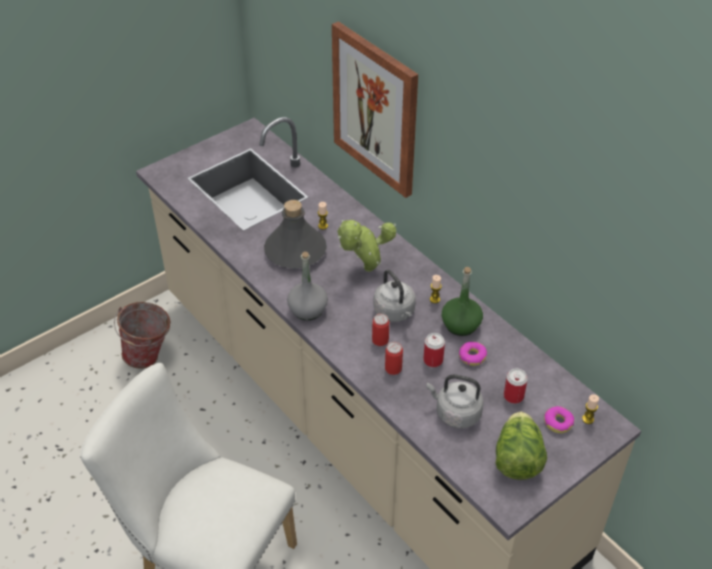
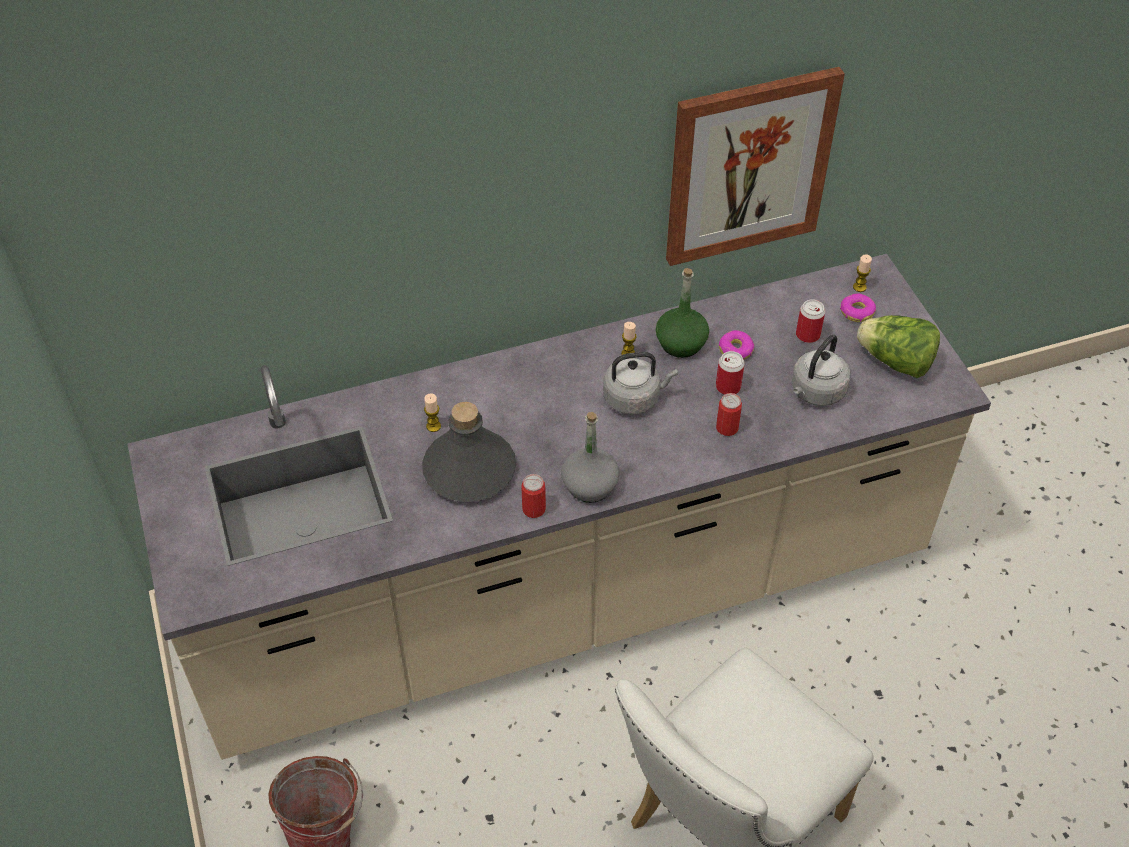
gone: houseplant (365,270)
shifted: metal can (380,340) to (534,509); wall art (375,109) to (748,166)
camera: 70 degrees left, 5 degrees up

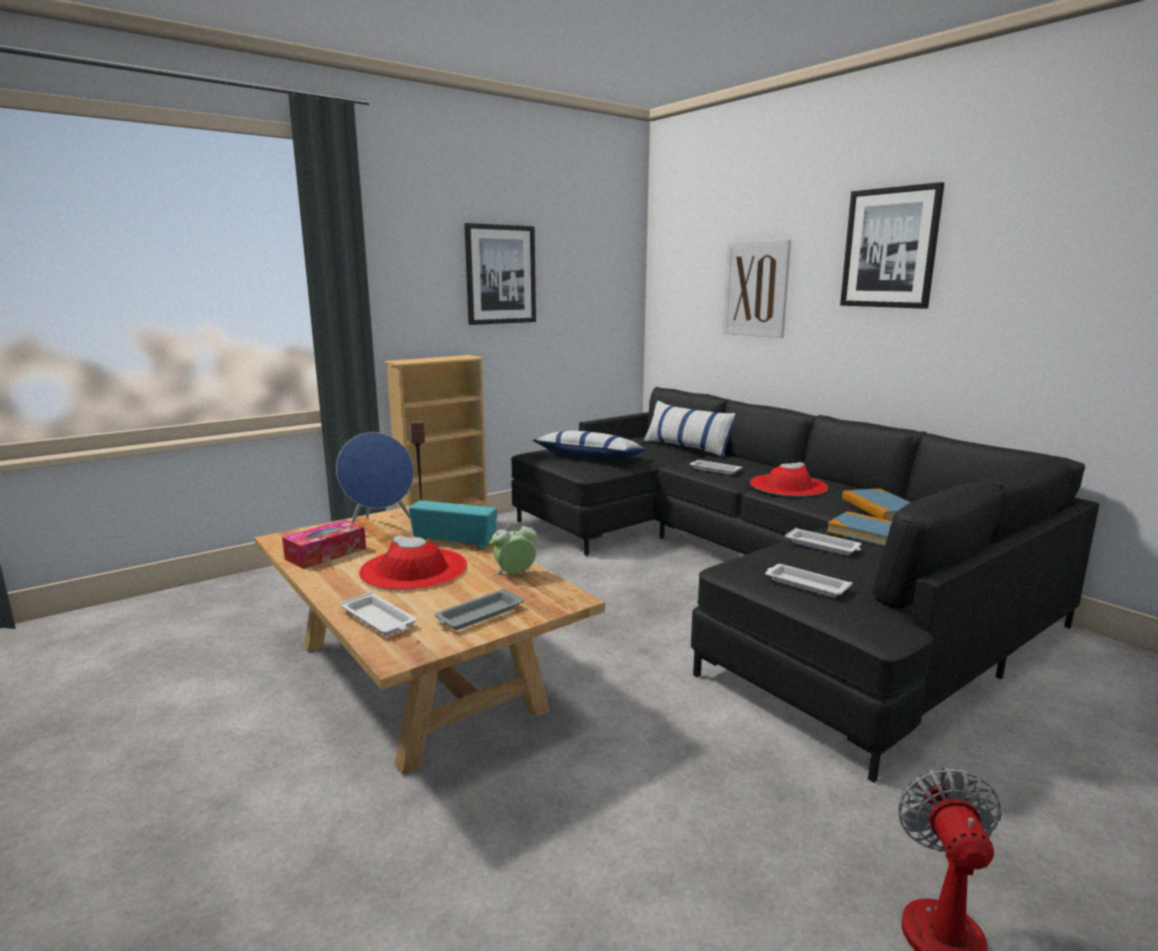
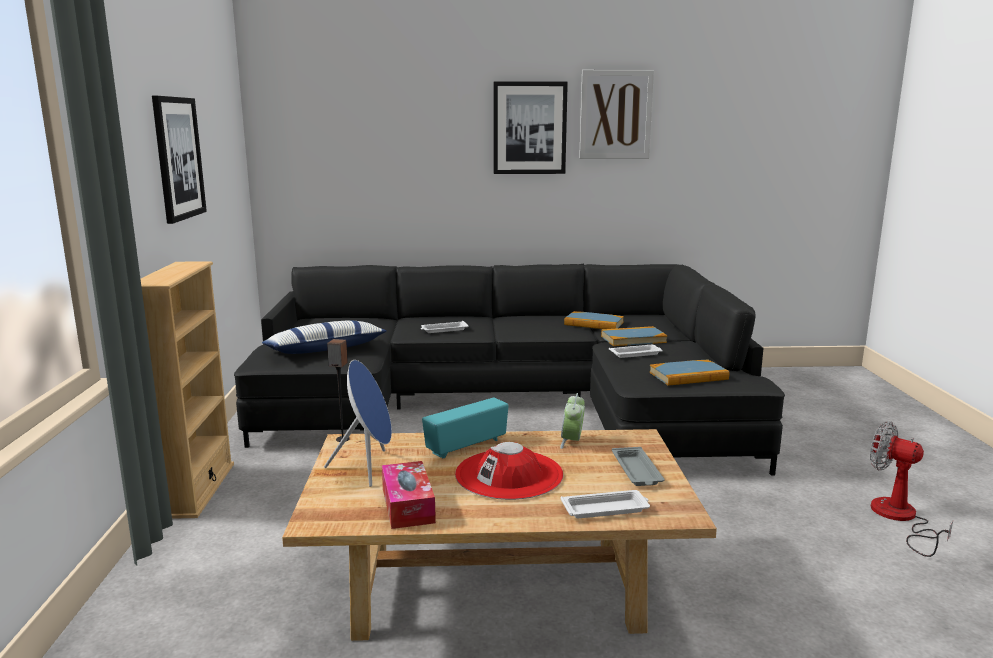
gone: pillow (687,448); red clothing hat (788,486)
shifted: wall art (755,289) to (615,115)
swapped: white-coloured carrying tray (805,584) to bound book (688,376)
camera: 55 degrees left, 0 degrees up

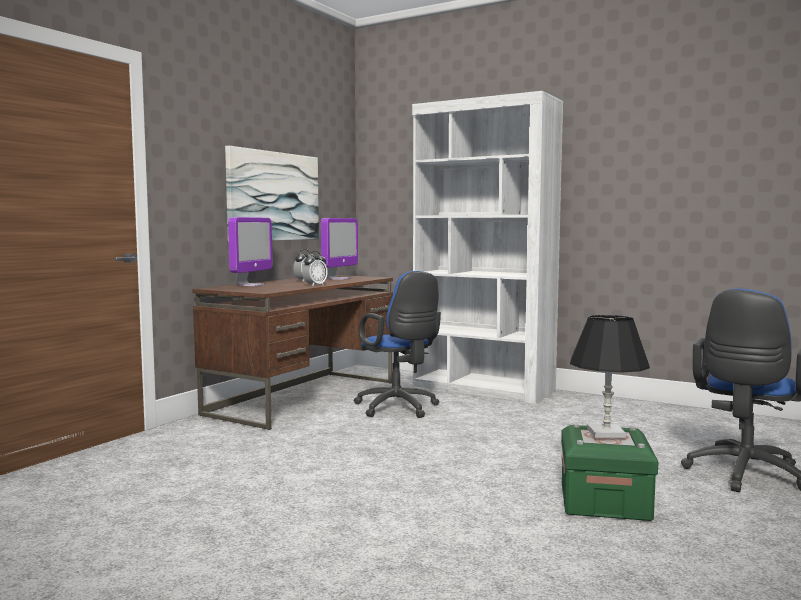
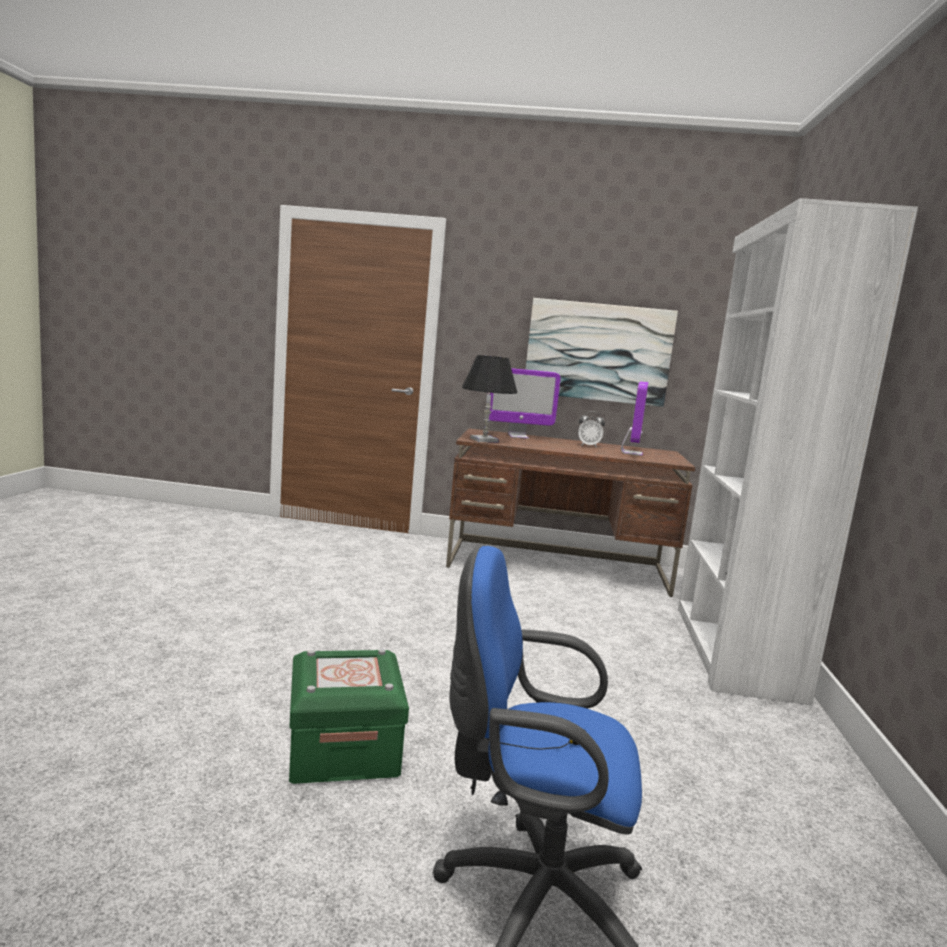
gone: table clock (315,285); bluish office chair (399,409)
shifted: black lamp for a table (606,433) to (484,440)
rotated: computer screen (339,279) = (631,453) 75 degrees counterclockwise
camera: 65 degrees right, 5 degrees up

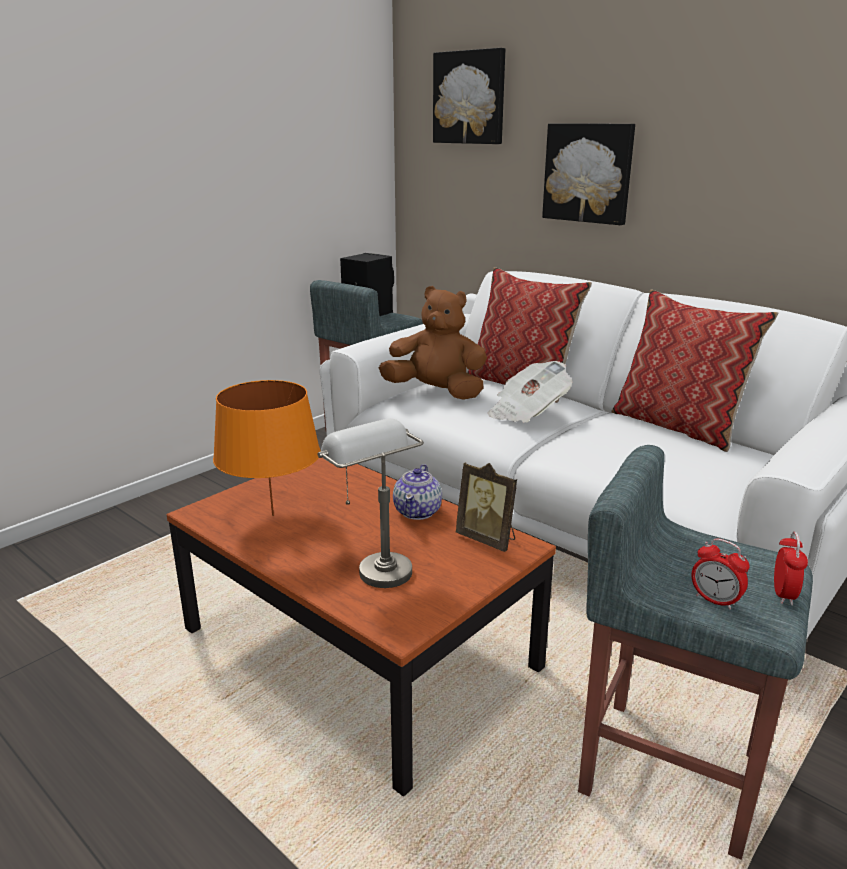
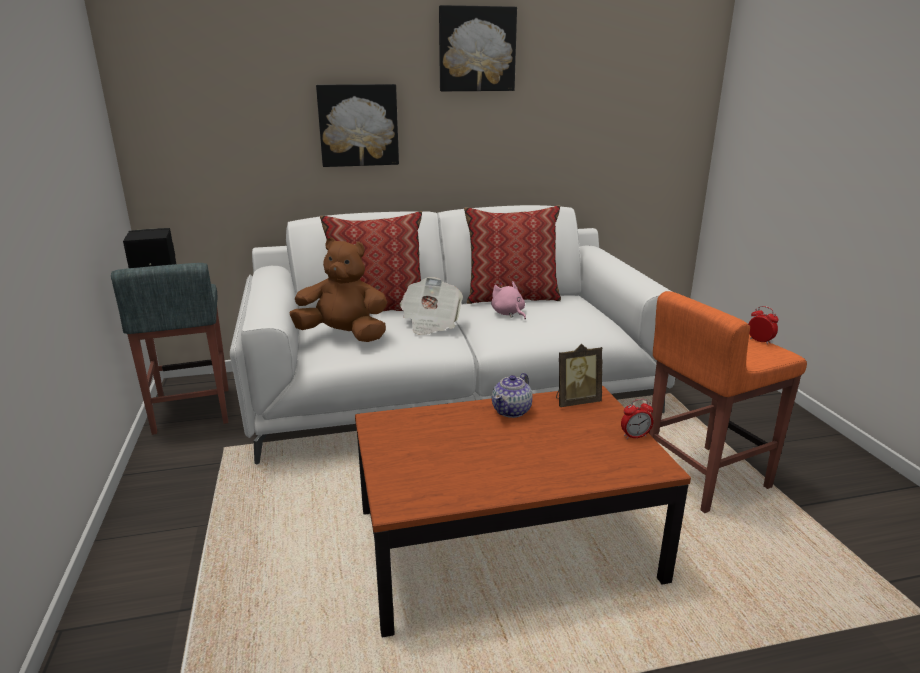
gone: orangey lamp for a table (273,515); greyish lamp for a table (374,564)
new: pinkish plush toy (508,313)
shifted: wall art (470,98) to (476,49); table clock (715,600) to (635,436)
repainted: greyish stool (667,771) to orangey stool (704,478)
rotated: brown plush toy (436,392) = (343,335) 45 degrees clockwise; pot for tea (418,511) = (512,411) 75 degrees clockwise
camera: 55 degrees left, 0 degrees up

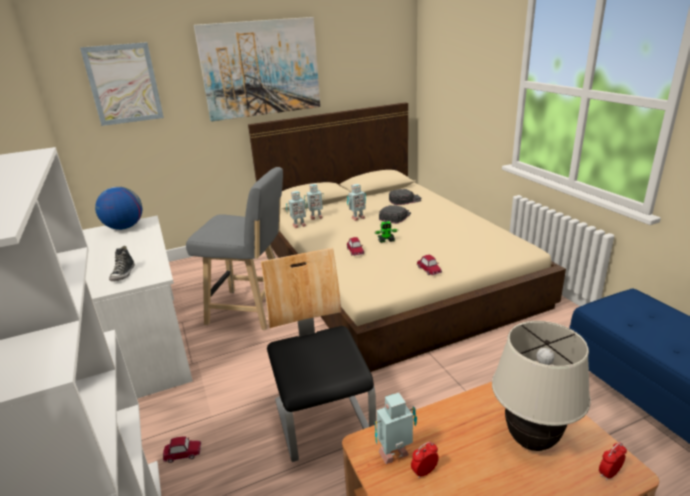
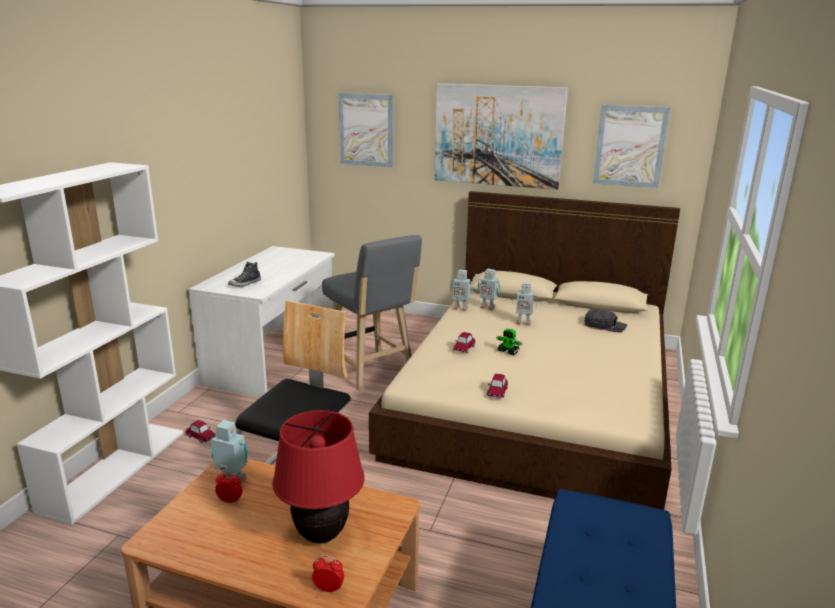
gone: desk globe (124,227); black baseball cap (395,216)
new: wall art (630,146)
repainted: sand-coloured lamp for a table (531,441) to red lamp for a table (321,535)
camera: 40 degrees right, 5 degrees down

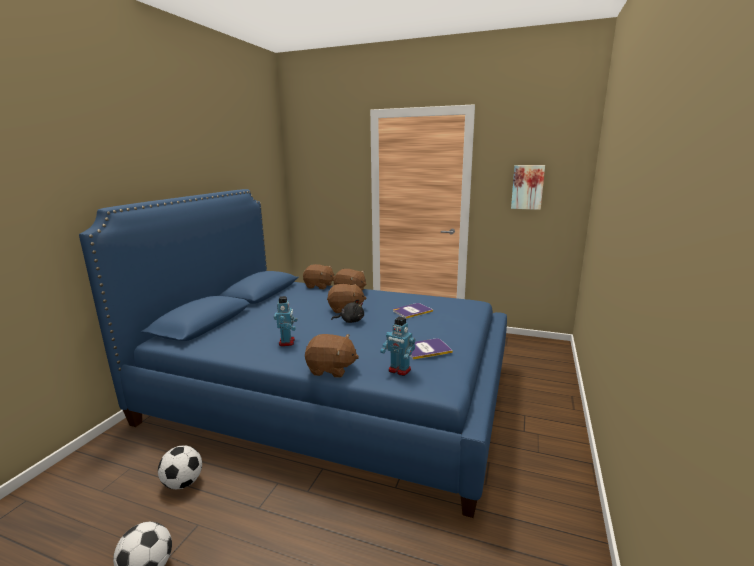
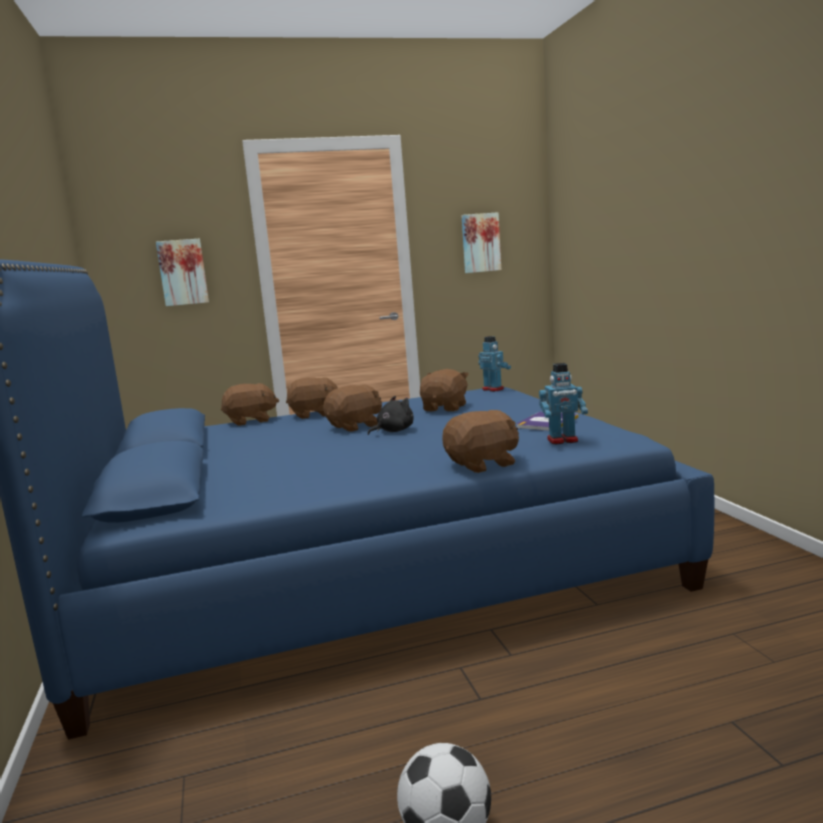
gone: football (183,483)
new: wall art (183,272)
shifted: model robot (287,342) to (493,389)
swapped: bound book (412,311) to brown plush toy (445,408)
camera: 35 degrees left, 5 degrees down

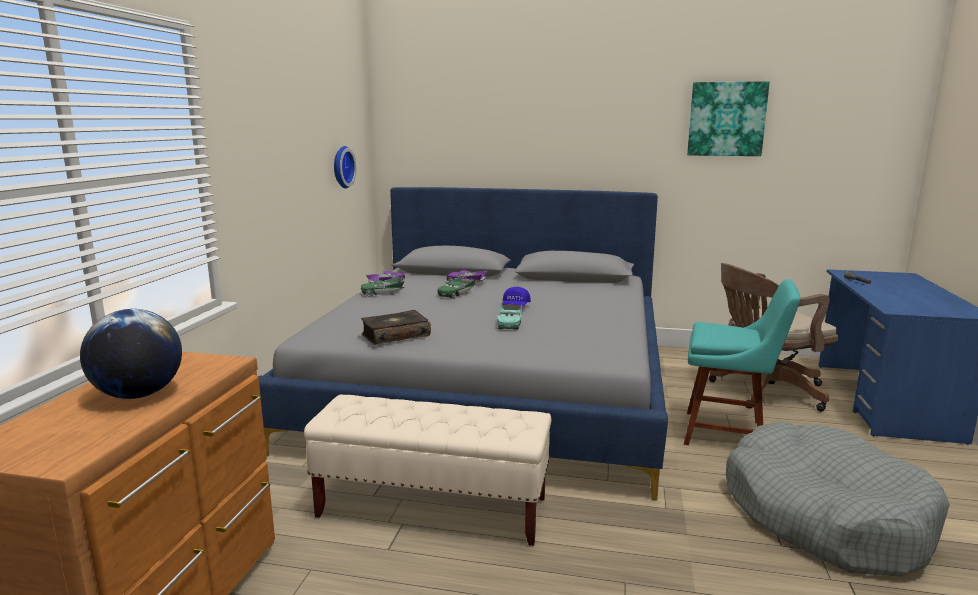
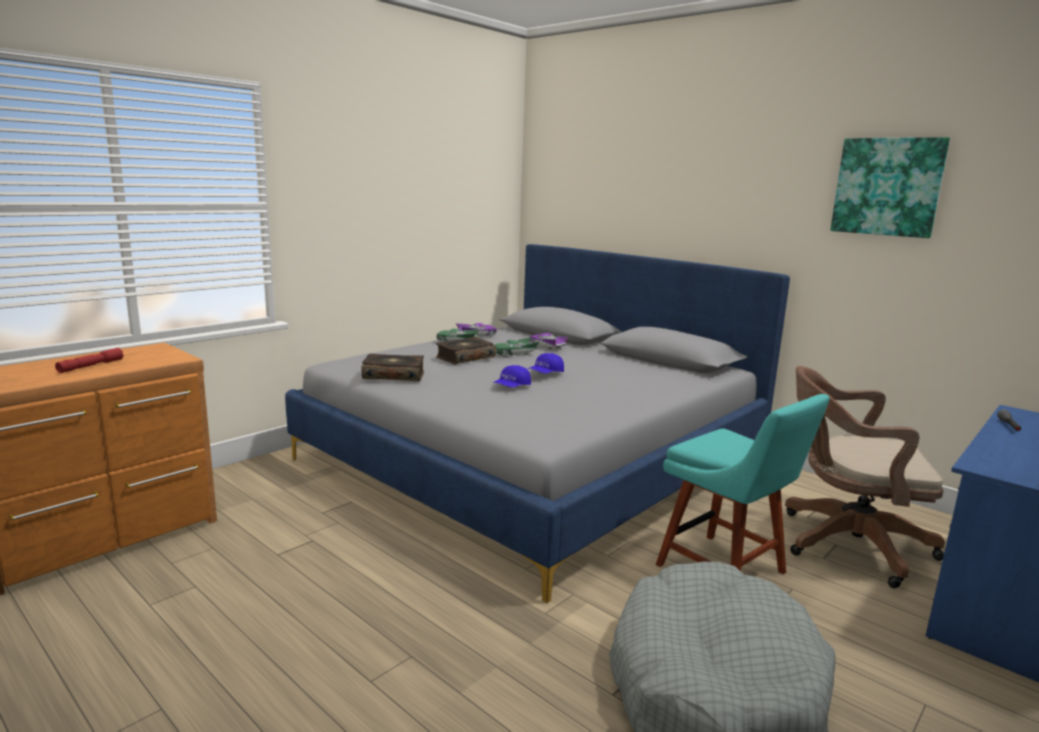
gone: sand-coloured indoor bench (433,508); hanging clock (341,167)
new: bound book (464,358)
swapped: desk globe (139,395) to red hand torch (91,366); turquoise miniature car (509,323) to bluish baseball cap (512,387)
camera: 30 degrees right, 0 degrees up

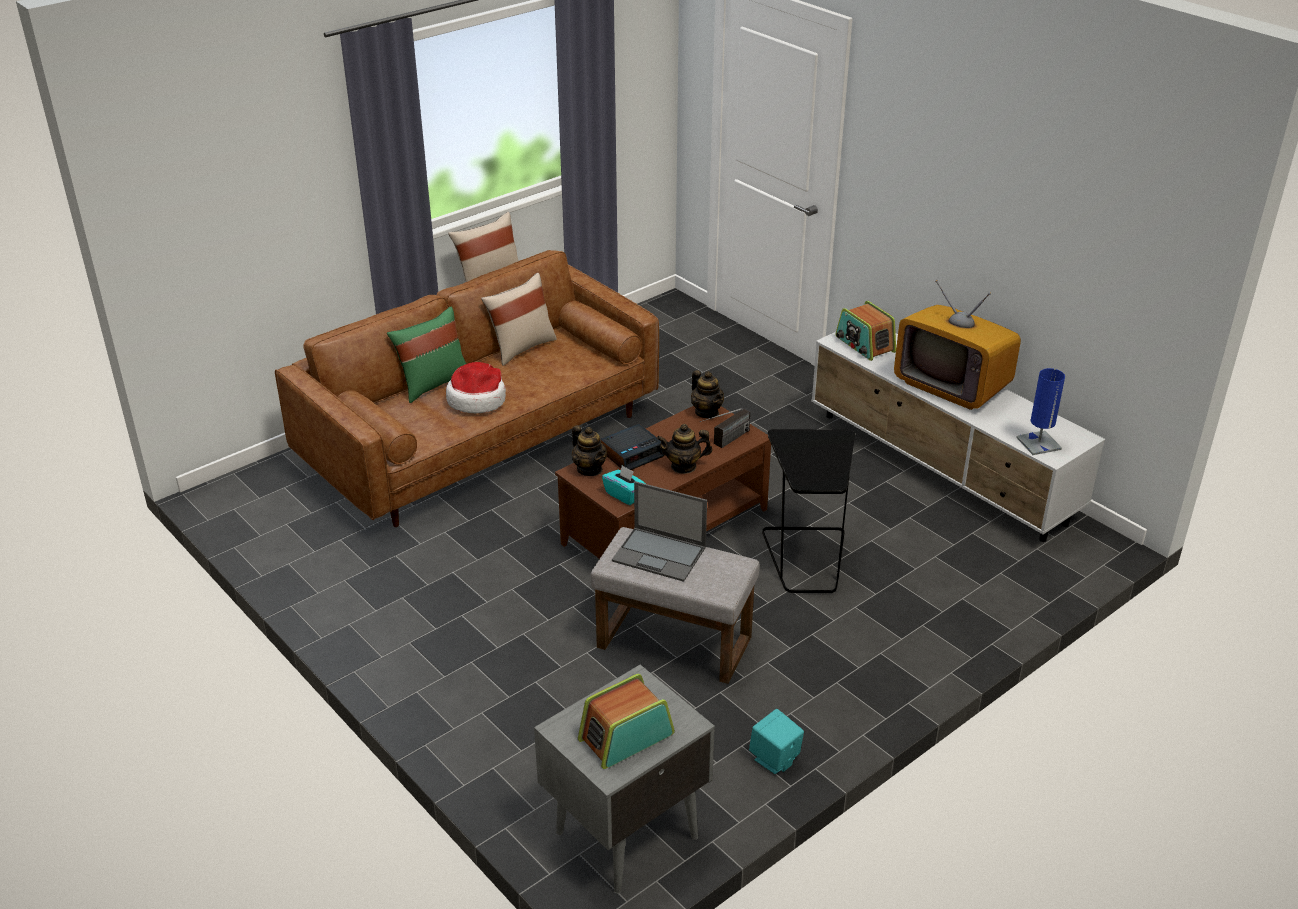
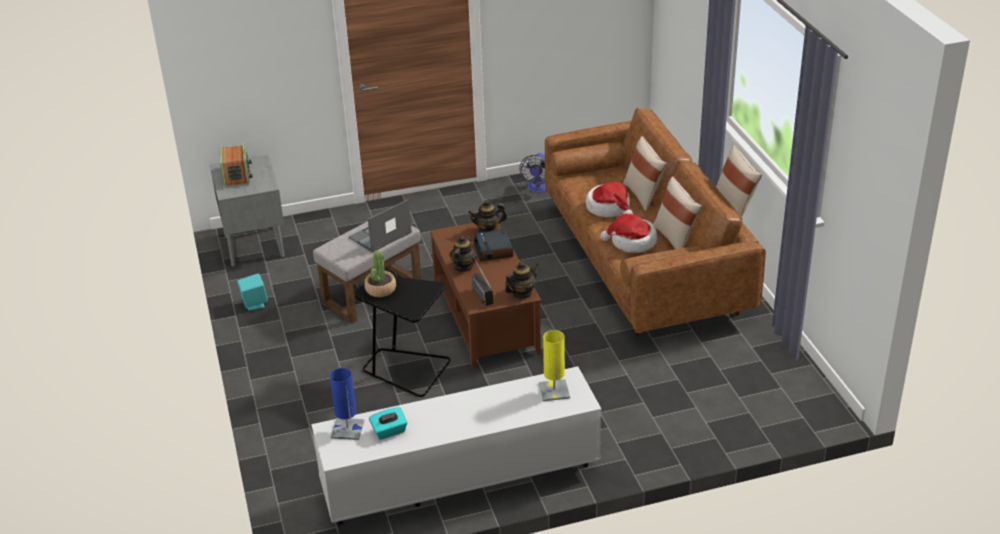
gone: TV (952,385)
new: houseplant (380,289); electric fan (538,188); clothing hat (632,242)
shifted: turquoise box of tissues (625,495) to (389,431)
swapped: radio set (864,344) to yellowish lamp for a table (554,391)
repainted: green pillow (432,384) to sand-coloured pillow (643,195)
rotated: pot for tea (707,412) = (521,293) 150 degrees clockwise
camera: 115 degrees right, 0 degrees up

